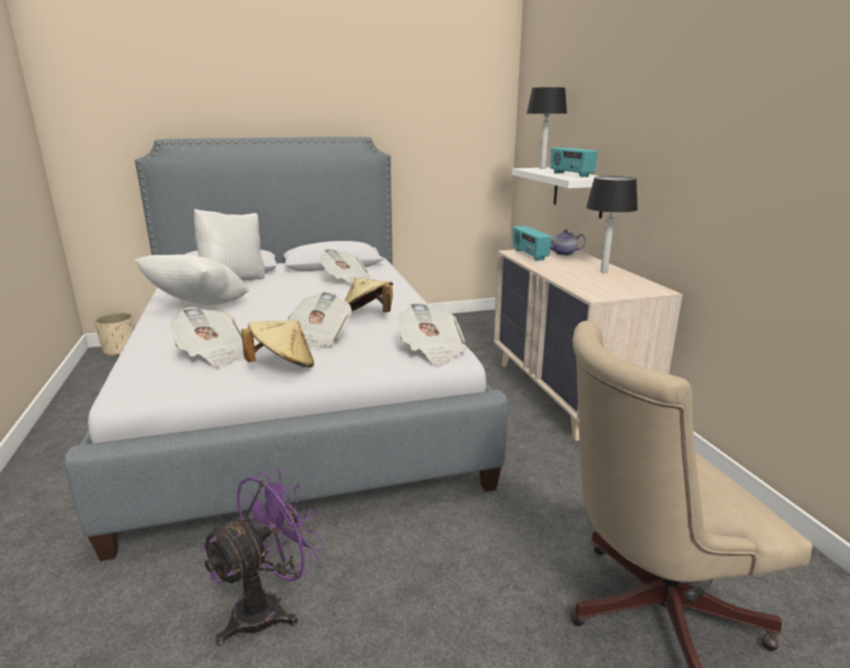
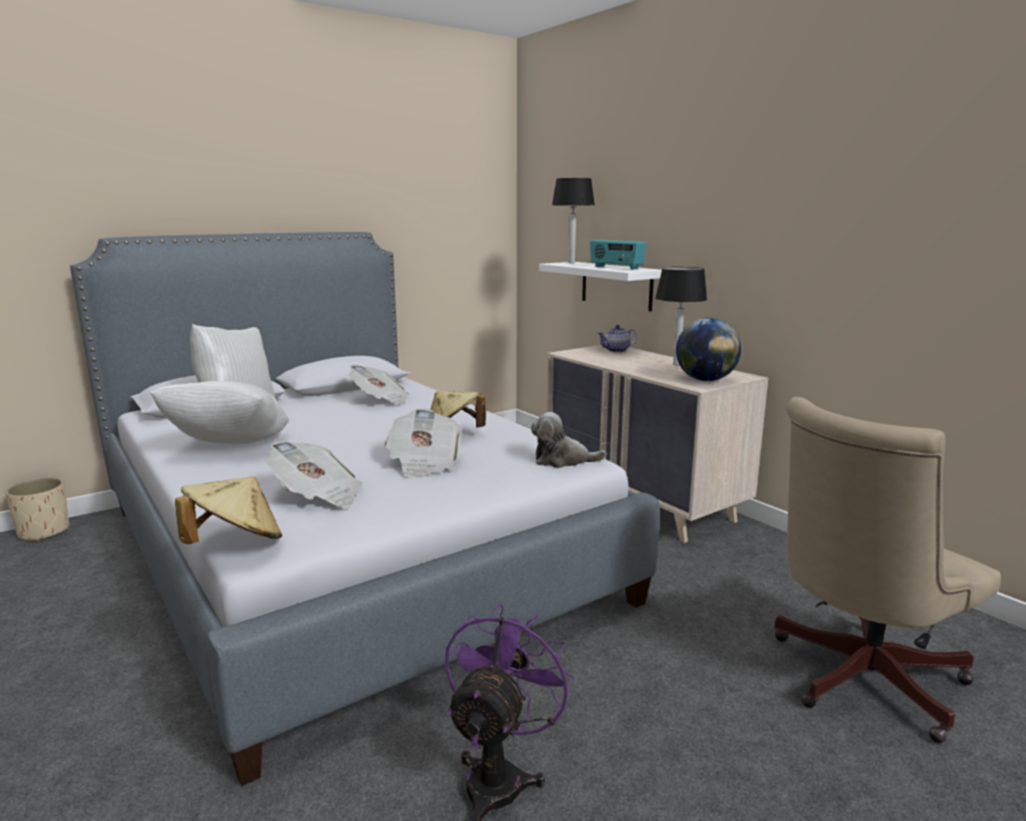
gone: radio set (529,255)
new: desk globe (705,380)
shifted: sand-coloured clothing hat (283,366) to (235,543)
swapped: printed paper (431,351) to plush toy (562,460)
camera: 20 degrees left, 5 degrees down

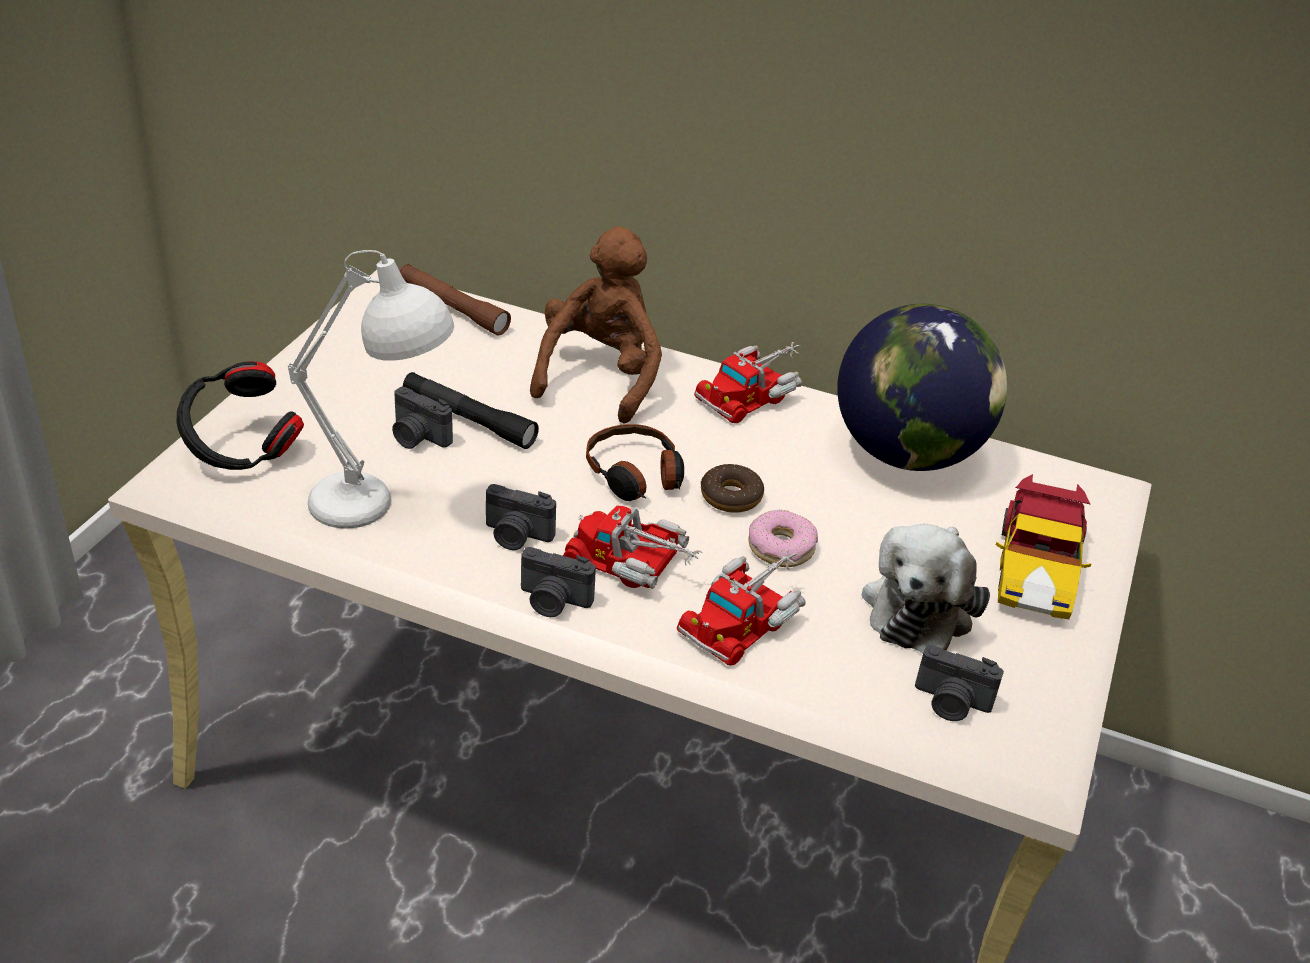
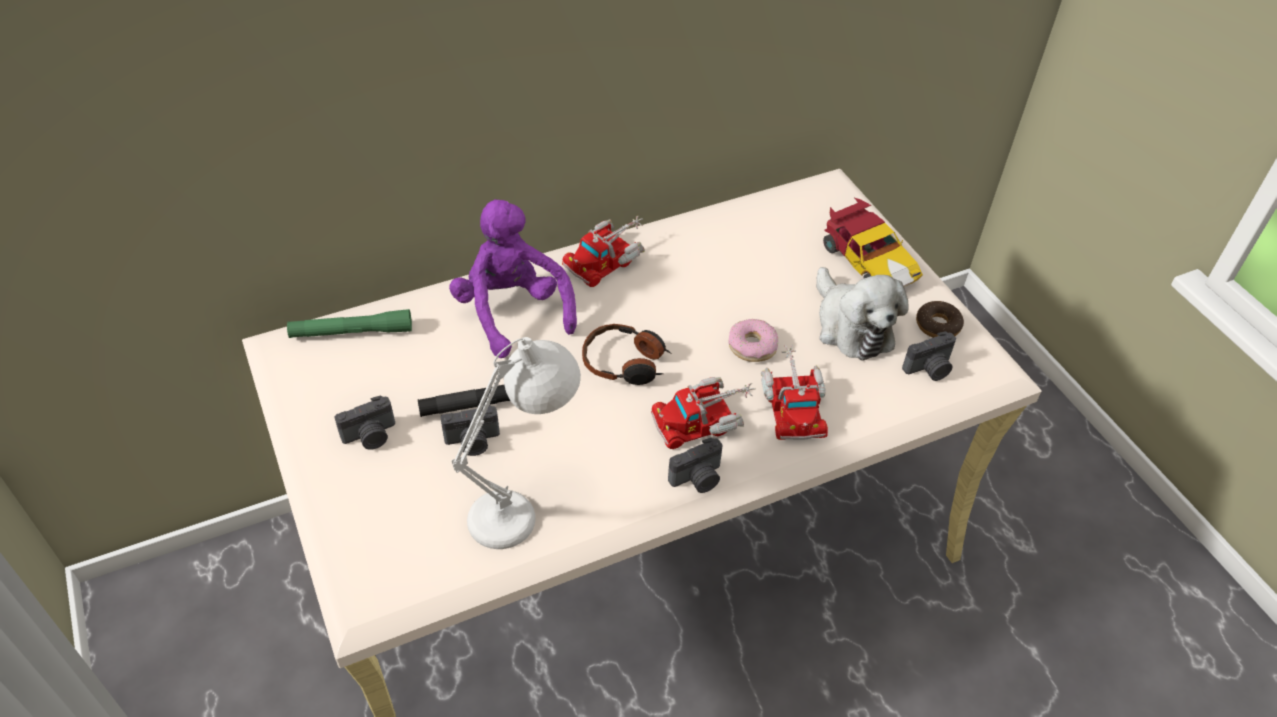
gone: black pair of headphones (241,451); desk globe (907,453)
shifted: still camera (516,536) to (370,436); ring doughnut (731,496) to (937,325)
repainted: brown hand torch (452,308) to green hand torch (351,332); brown plush toy (600,376) to purple plush toy (512,312)
rotated: toy truck (752,393) = (607,258) 45 degrees clockwise
camera: 45 degrees left, 10 degrees up

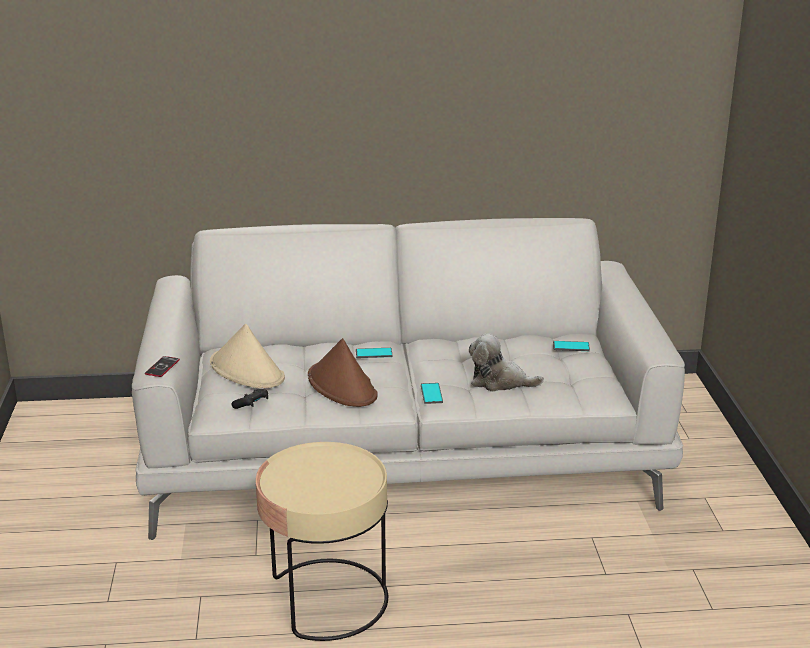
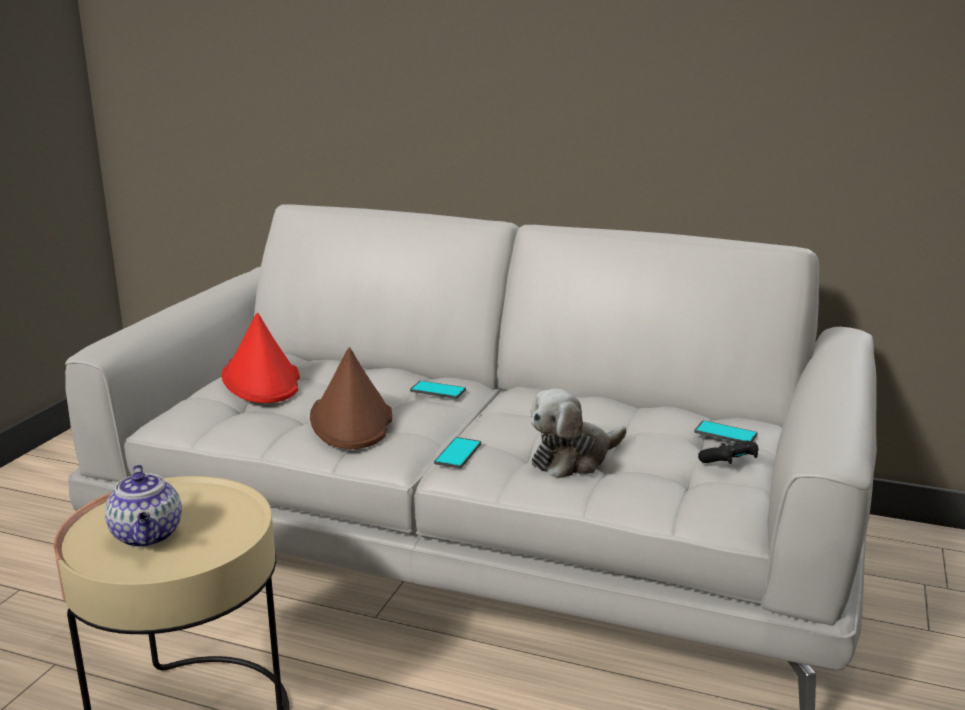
gone: telephone (162,367)
new: pot for tea (148,536)
shifted: black joypad (252,405) to (730,463)
repainted: sand-coloured clothing hat (247,371) to red clothing hat (261,380)
rotated: plush toy (499,382) = (573,459) 75 degrees counterclockwise
camera: 25 degrees right, 5 degrees down

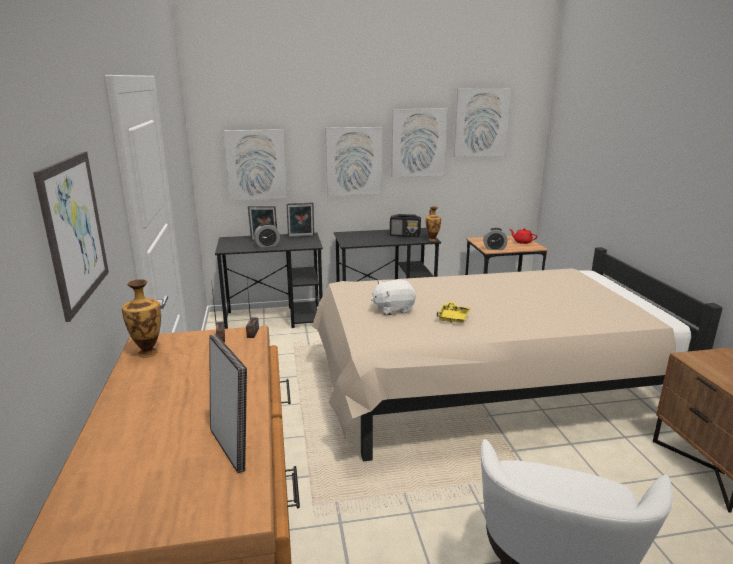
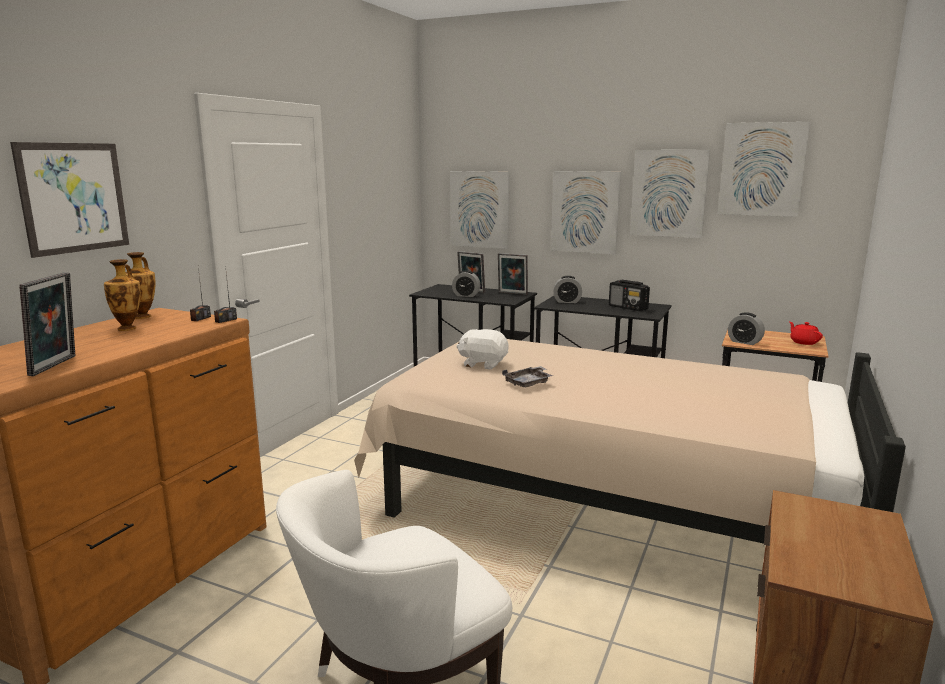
new: table clock (567,301)
shifted: decorative vase (432,240) to (128,328)
repainted: yellowish carrying tray (453,318) to greyish carrying tray (528,383)
camera: 35 degrees right, 5 degrees down

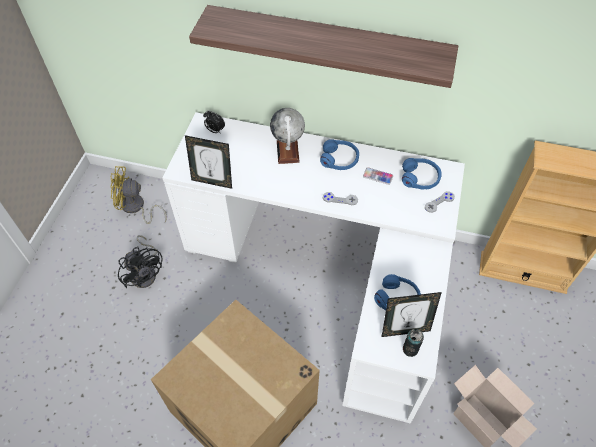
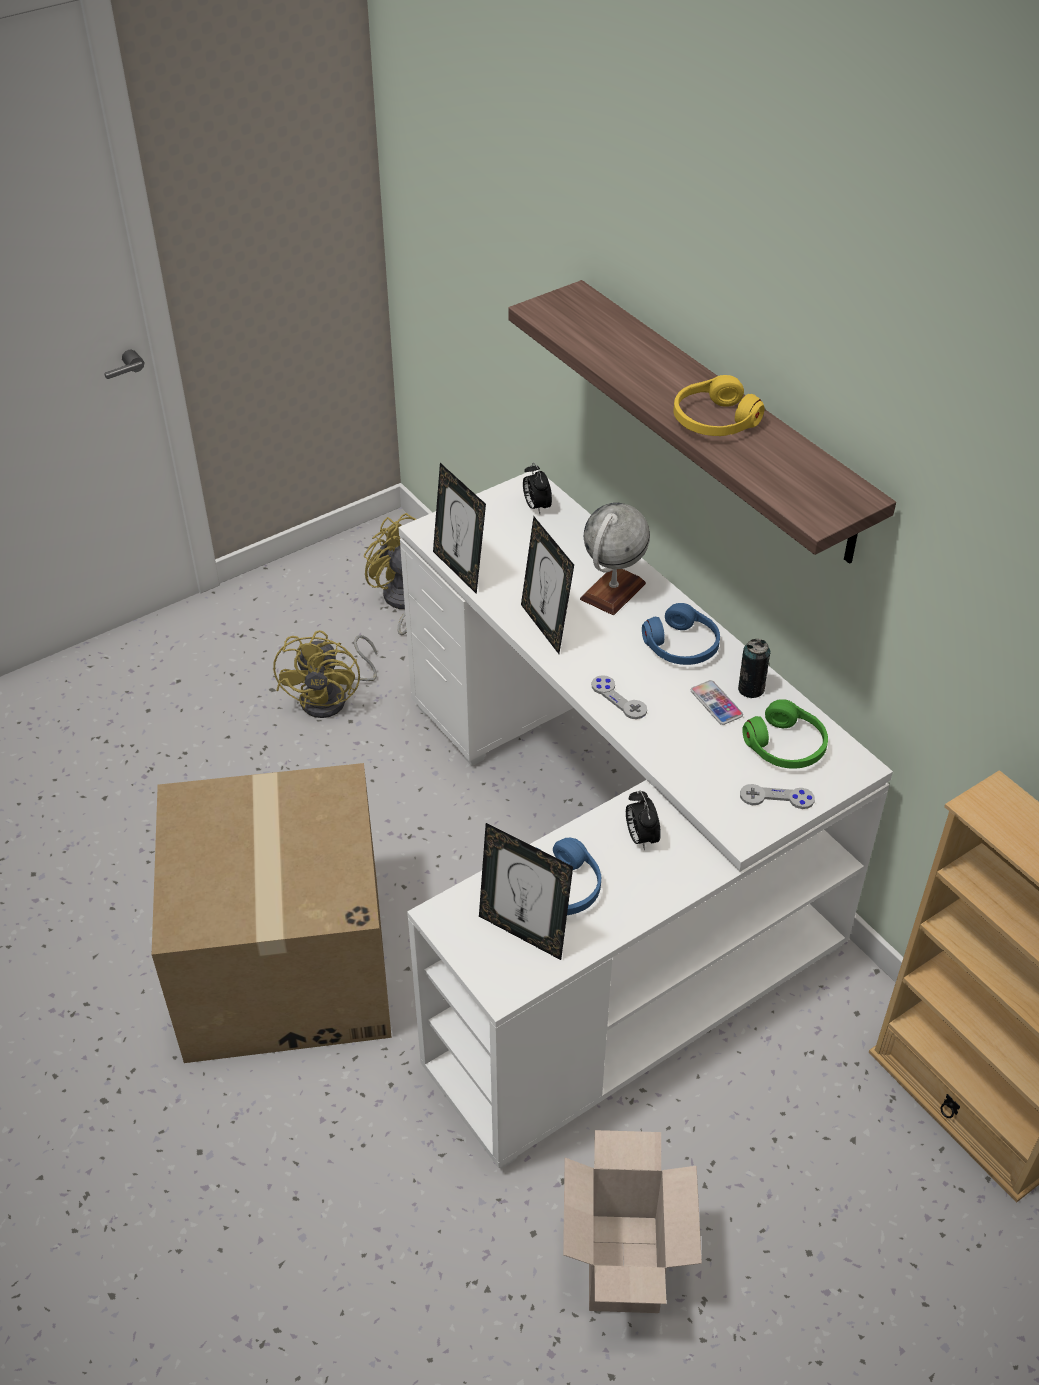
new: photo frame (545,627); table clock (640,837); yellowish pair of headphones (714,420)
shifted: metal can (410,349) to (751,689)
repainted: black electric fan (146,272) to yellowish electric fan (333,698); bluish pair of headphones (420,178) to green pair of headphones (785,746)
camera: 40 degrees right, 10 degrees down

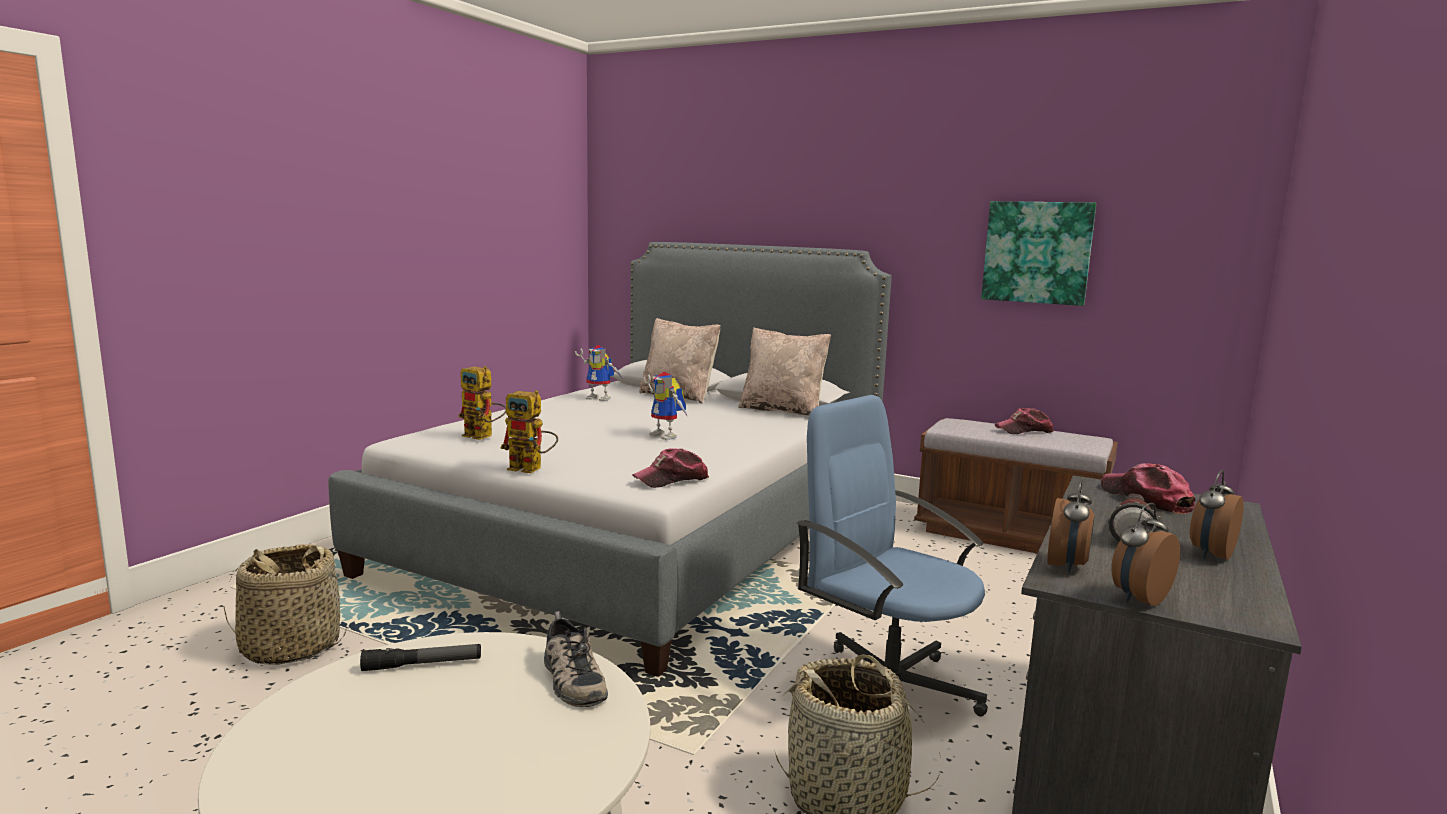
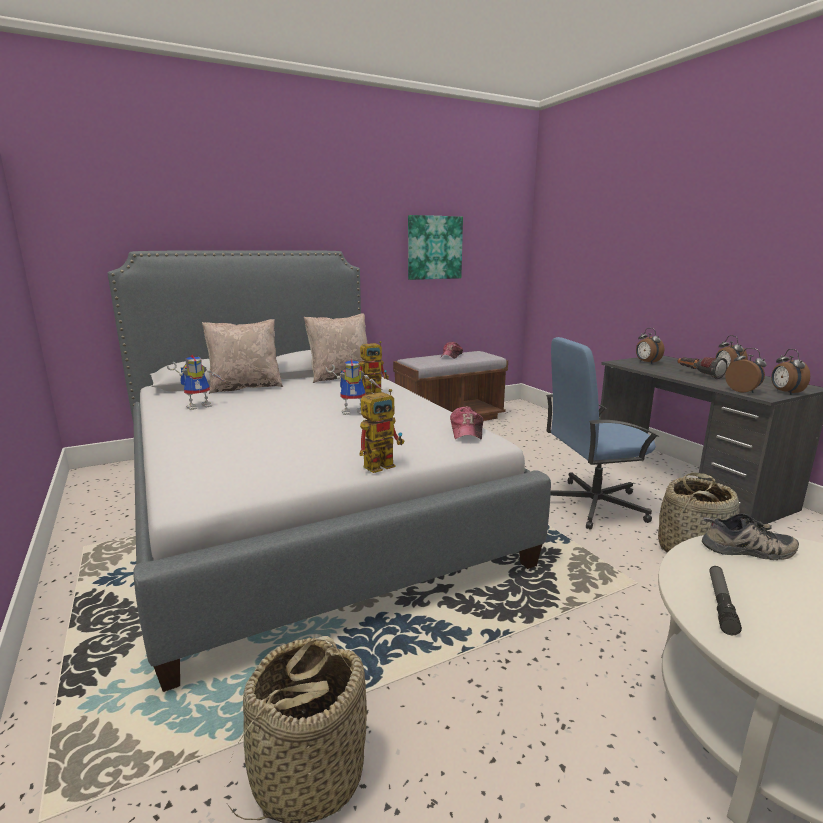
shifted: model robot (484,436) to (375,392)
swapped: baseball cap (1146,499) to table clock (646,362)
camera: 55 degrees left, 5 degrees up

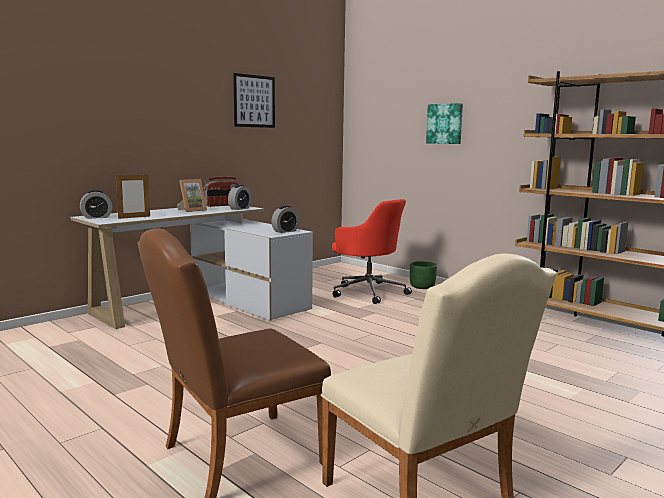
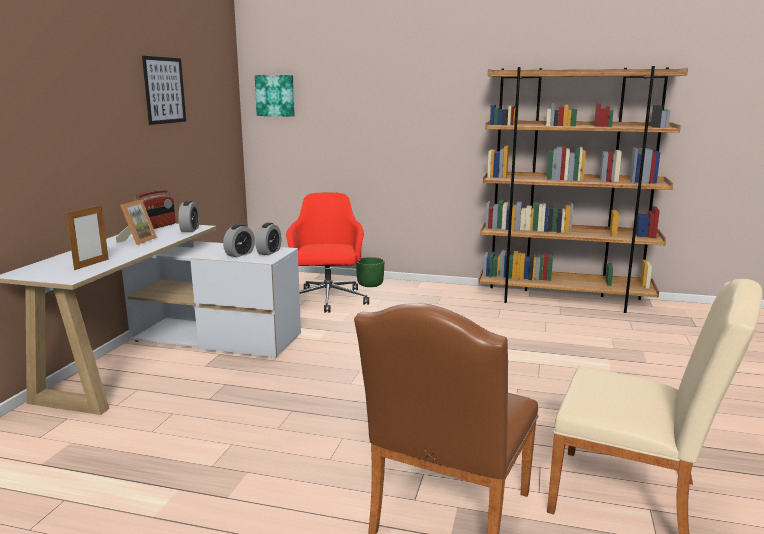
shifted: table clock (96,217) to (240,254); wall art (445,124) to (275,95)
rotated: red office chair (368,292) = (327,300) 105 degrees counterclockwise
camera: 30 degrees left, 5 degrees up

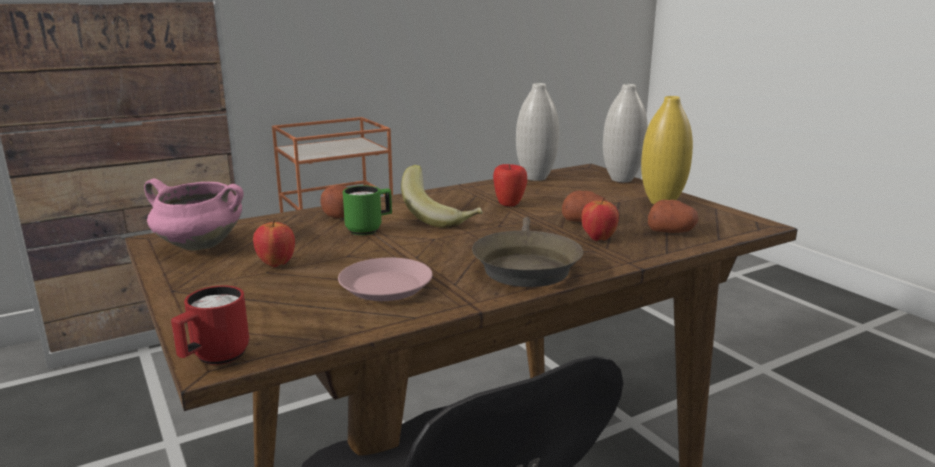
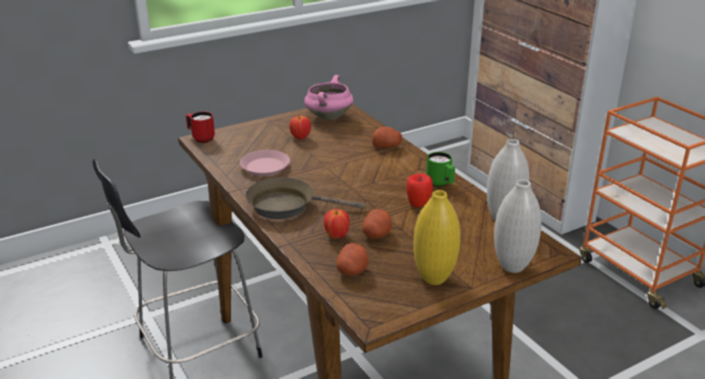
gone: banana fruit (441,218)
shifted: green mug (369,229) to (440,184)
camera: 90 degrees right, 10 degrees up

